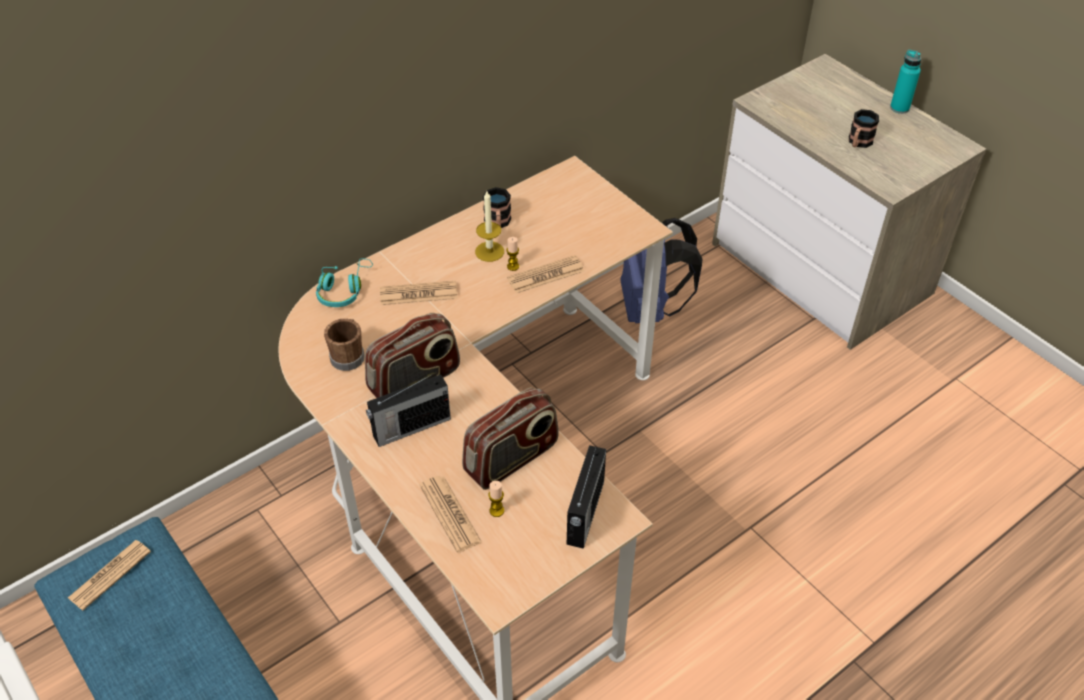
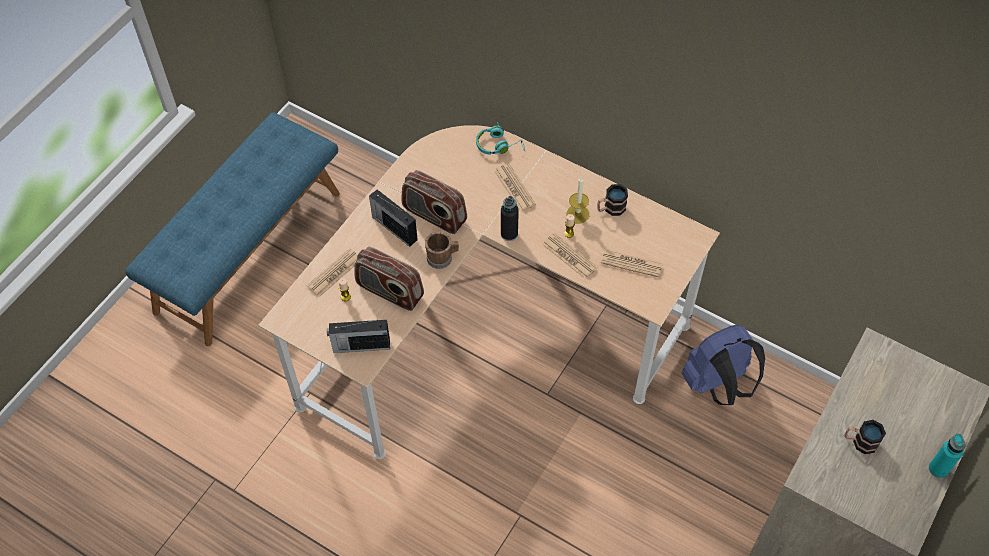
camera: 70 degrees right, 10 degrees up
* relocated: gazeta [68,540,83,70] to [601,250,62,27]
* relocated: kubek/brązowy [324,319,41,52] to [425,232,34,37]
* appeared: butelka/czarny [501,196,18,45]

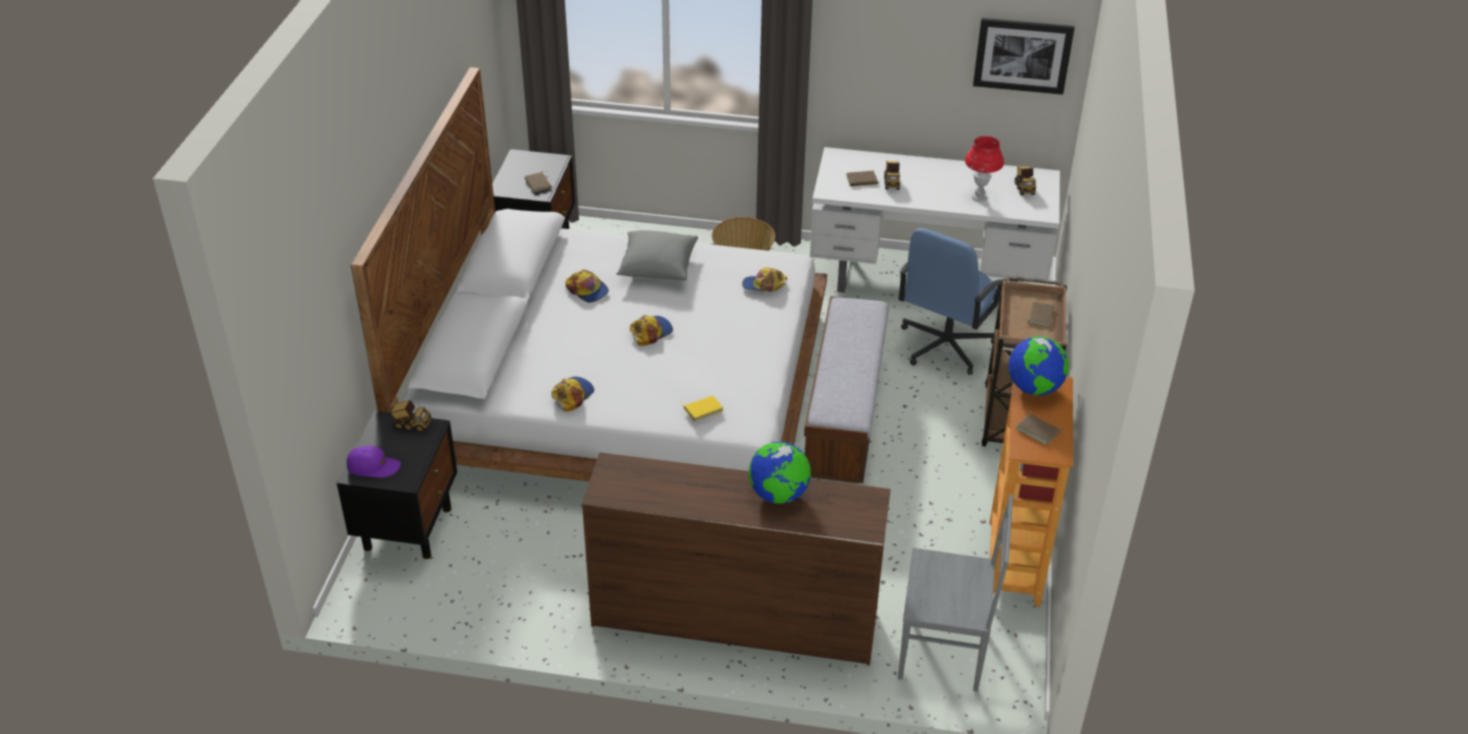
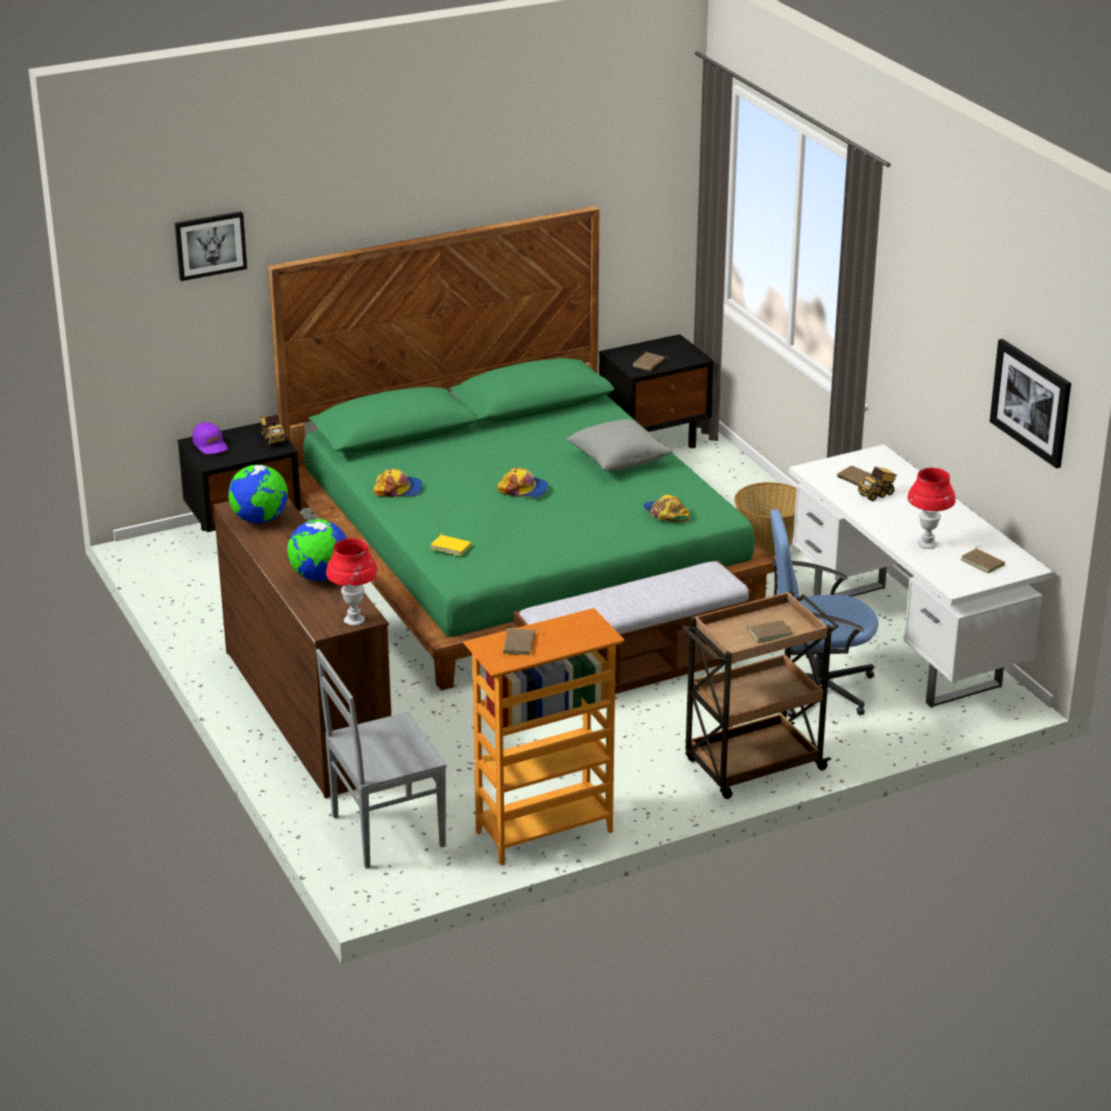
camera: 55 degrees right, 10 degrees down
* colour: łóżko/biały [351,67,476,415] to łóżko/zielony [268,206,509,485]
* missing: czapka z daszkiem [565,269,44,34]
* spun: krzesło/szary [898,494,115,198] = [316,649,131,220] 90 degrees clockwise
* relocated: globus [1009,336,60,60] to [228,465,60,59]
* exchanged: ciężarówka zabawkowa [1015,166,21,29] to książka/brązowy [961,546,44,27]
* appeared: obraz [175,211,72,70]
* appeared: lampa stołowa/czerwony [326,538,52,88]

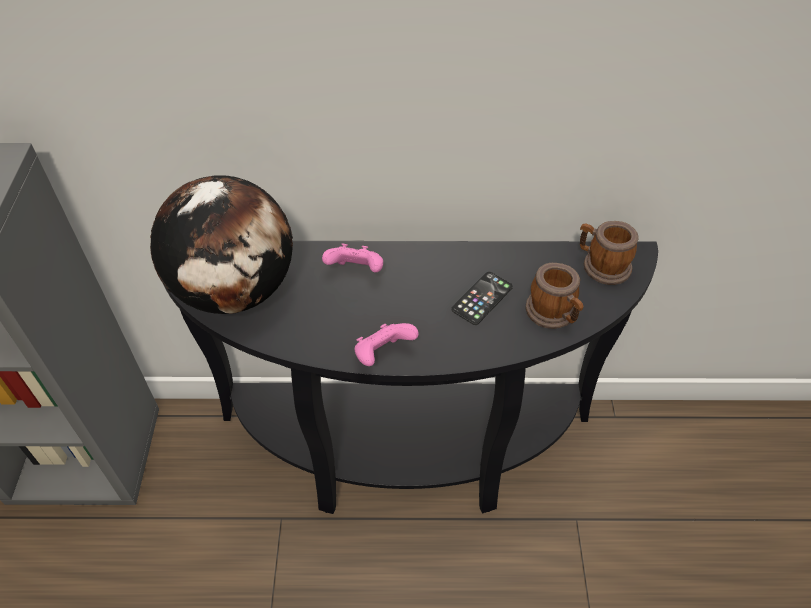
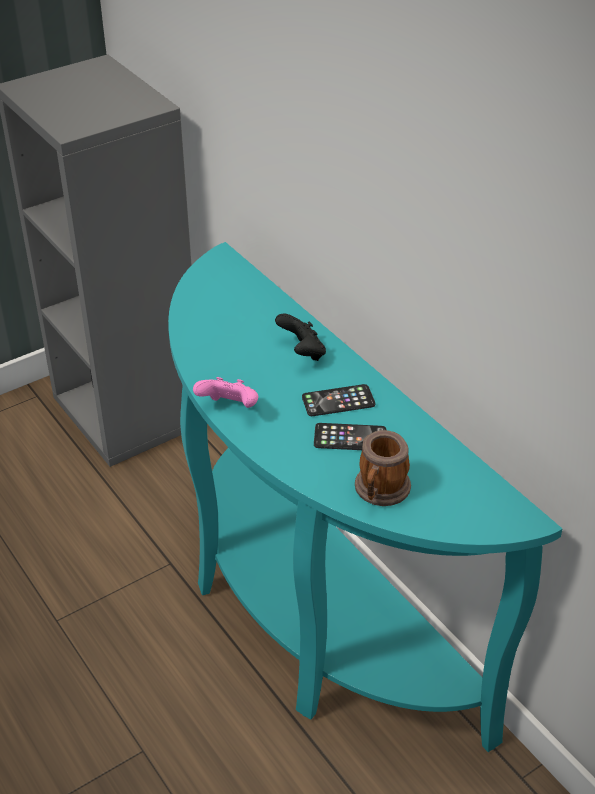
camera: 55 degrees right, 10 degrees down
* missing: globus [150,175,143,139]
* colour: stolik konsolowy/czarny [164,241,494,273] to stolik konsolowy/turkusowy [168,242,394,510]
* colour: pad do gier/różowy [322,244,61,29] to pad do gier/czarny [275,313,51,48]
* missing: kubek [580,221,59,64]
* appeared: telefon [302,384,73,32]

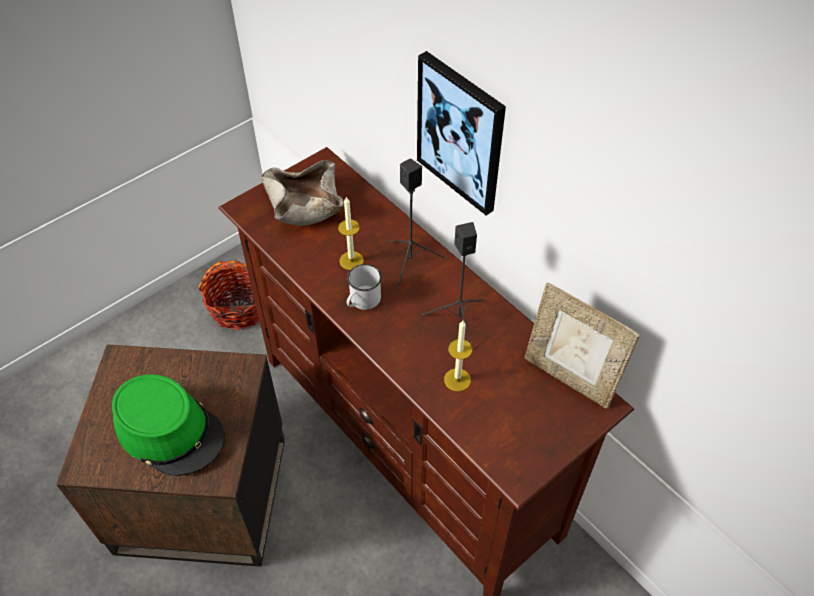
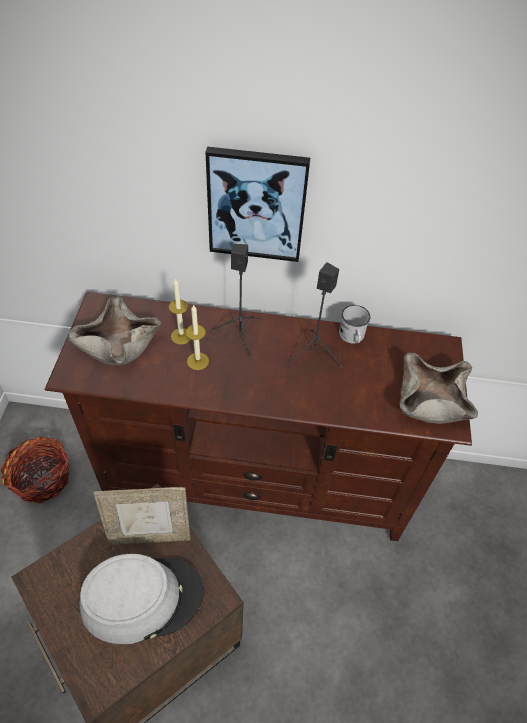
camera: 45 degrees left, 0 degrees up
* colour: kapelusz/zielony [112,374,113,102] to kapelusz/szary [80,553,124,91]
* relocated: kubek/biały [347,264,35,46] to [339,305,32,38]
* relocated: świeca [444,321,28,70] to [169,279,22,66]
* relocated: ramka na zdjęcie [524,282,116,127] to [94,487,96,58]
* appeared: miska/beżowy [399,353,79,71]

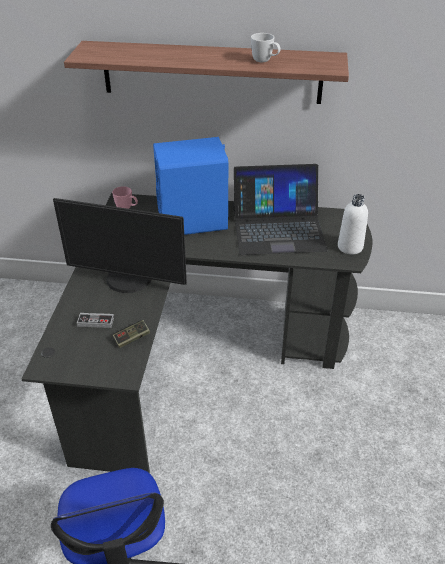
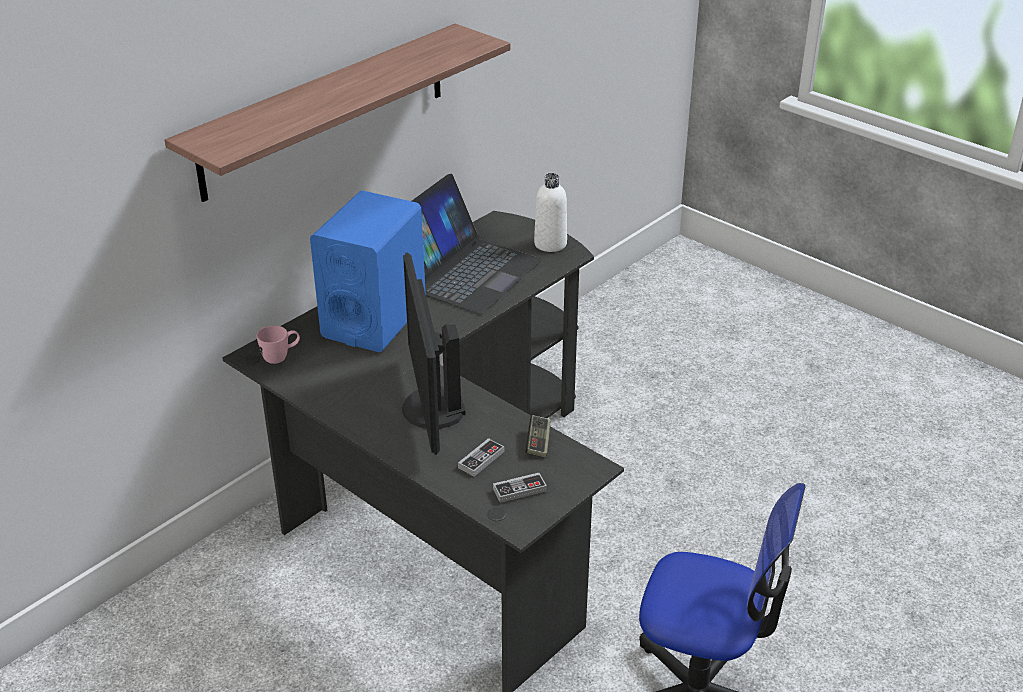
camera: 55 degrees left, 5 degrees down
* spun: monitor [53,198,134,95] = [402,253,63,202] 120 degrees clockwise
* missing: kubek/biały [251,33,30,29]
* appeared: pad do gier [493,473,54,30]

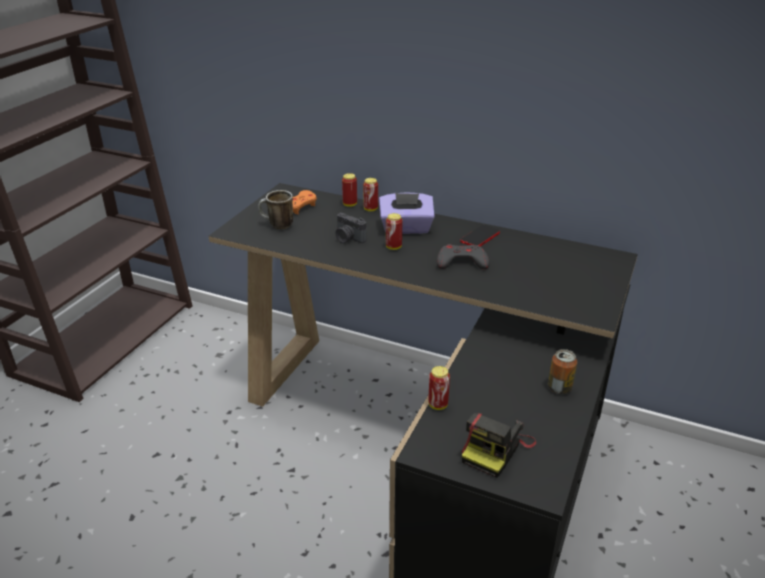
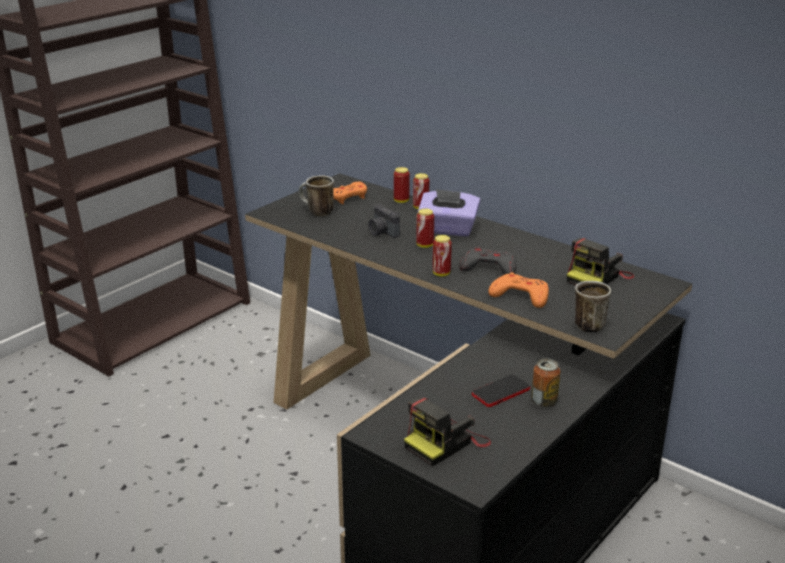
camera: 15 degrees right, 5 degrees down
* relocated: puszka [428,366,22,44] to [433,235,19,41]
* relocated: telefon [460,225,40,22] to [472,375,58,32]
* appeared: pad do gier/pomarańczowy [488,272,61,36]
* appeared: aparat fotograficzny [567,238,67,47]
* appeared: kubek [575,281,36,52]

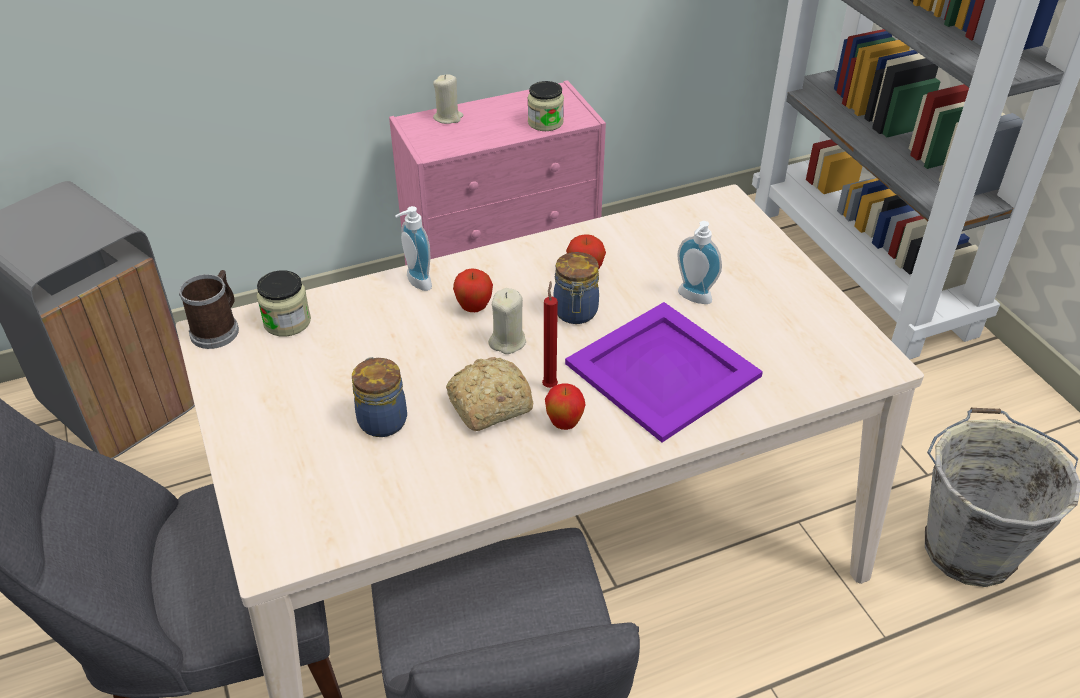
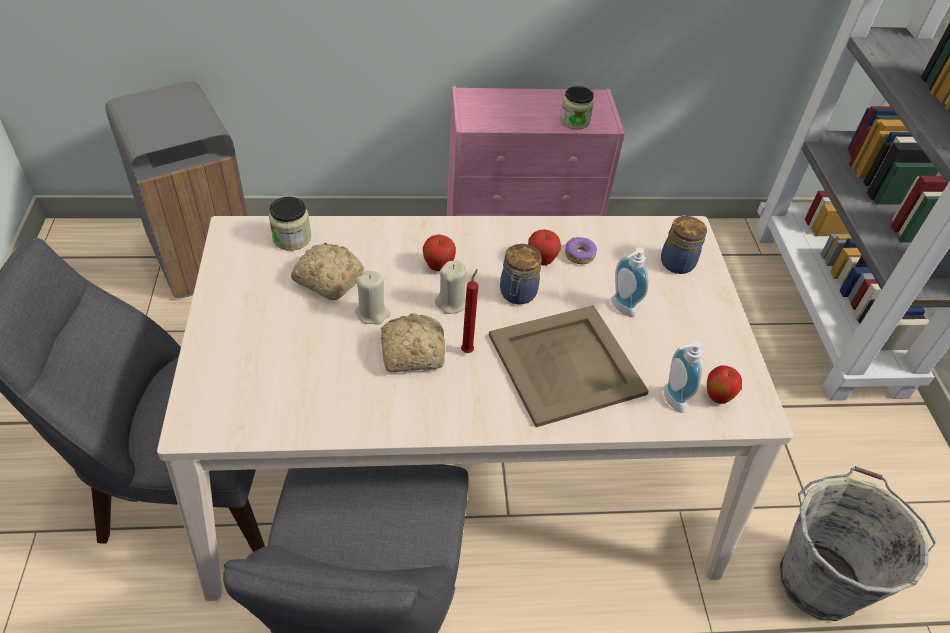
camera: 15 degrees right, 5 degrees up
* missing: kubek [179,270,60,79]
* relocated: słoik [352,357,55,80] to [661,215,46,59]
* relocated: dozownik mydła [395,206,37,85] to [663,340,39,73]
* relocated: świeca/beżowy [433,74,30,50] to [355,271,36,54]
* relocated: jabłko [545,383,40,47] to [707,366,35,38]
* colour: taca/fioletowy [565,302,198,140] to taca/beżowy [489,305,160,122]
* appeared: chleb [291,243,73,57]
* appeared: donut [565,237,32,27]

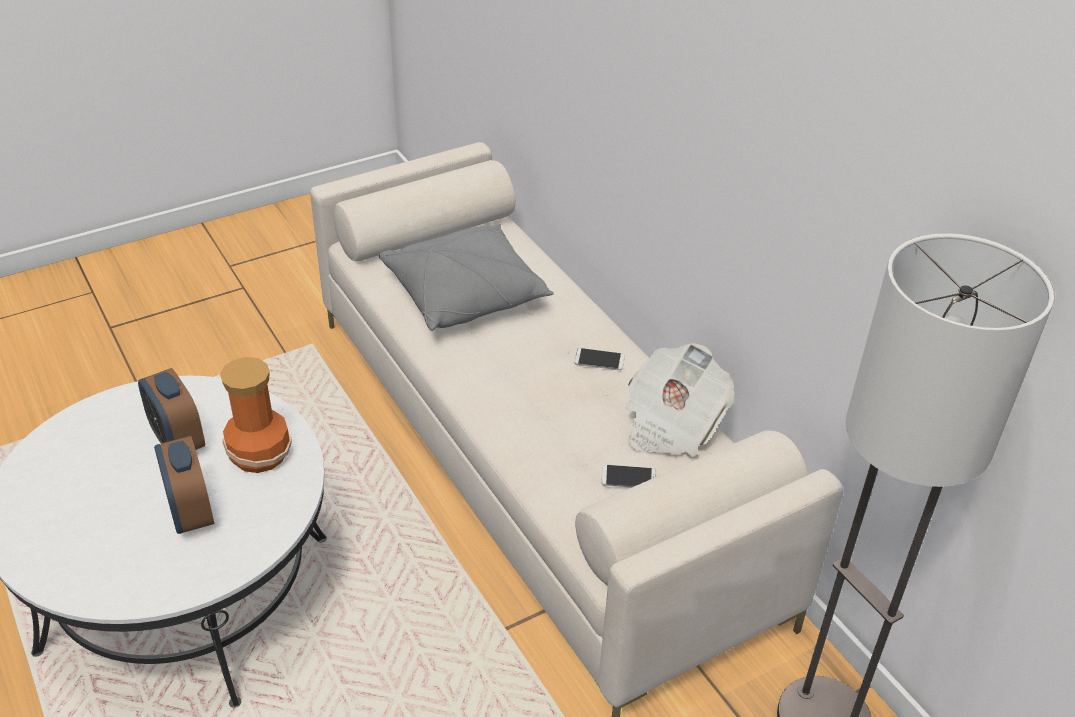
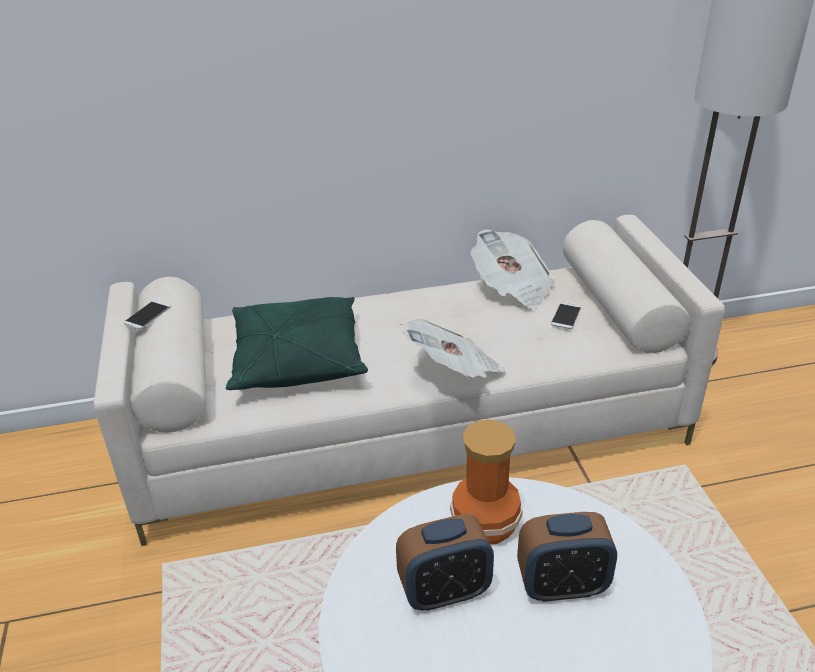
camera: 70 degrees left, 5 degrees down
* colour: poduszka/szary [379,224,175,107] to poduszka/zielony [226,297,142,93]
* relocated: telefon [574,348,51,22] to [123,300,48,29]
* appeared: gazeta [403,319,102,59]

